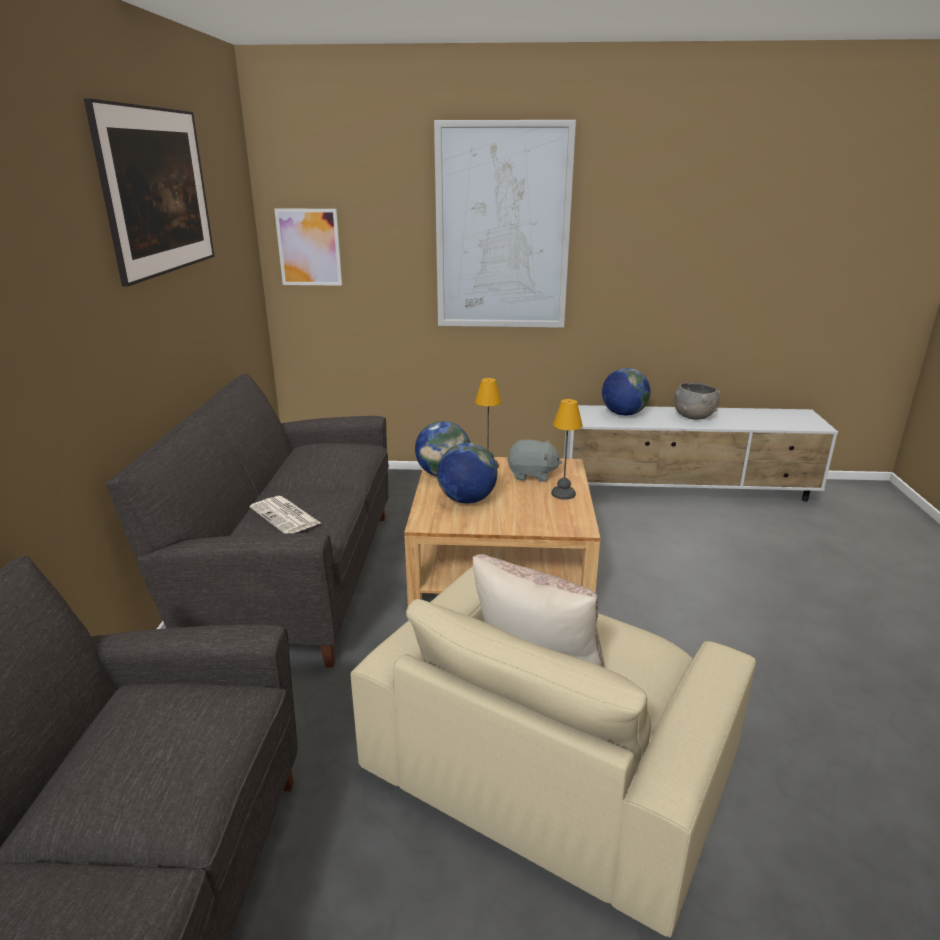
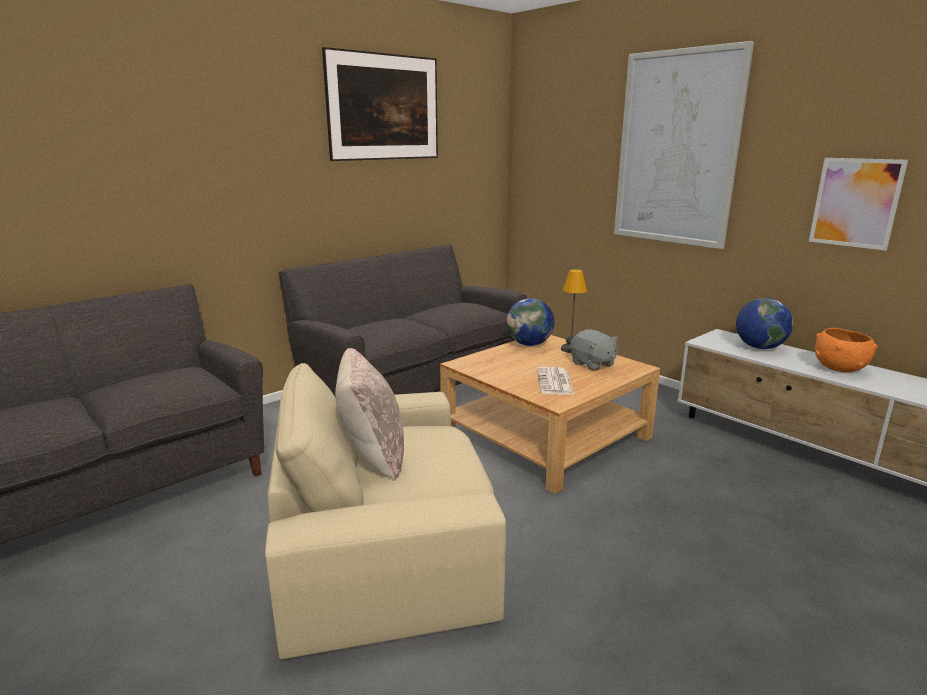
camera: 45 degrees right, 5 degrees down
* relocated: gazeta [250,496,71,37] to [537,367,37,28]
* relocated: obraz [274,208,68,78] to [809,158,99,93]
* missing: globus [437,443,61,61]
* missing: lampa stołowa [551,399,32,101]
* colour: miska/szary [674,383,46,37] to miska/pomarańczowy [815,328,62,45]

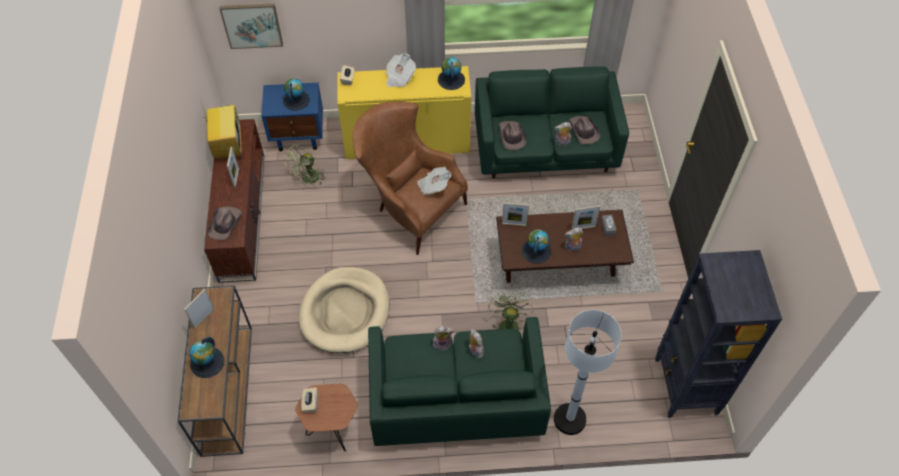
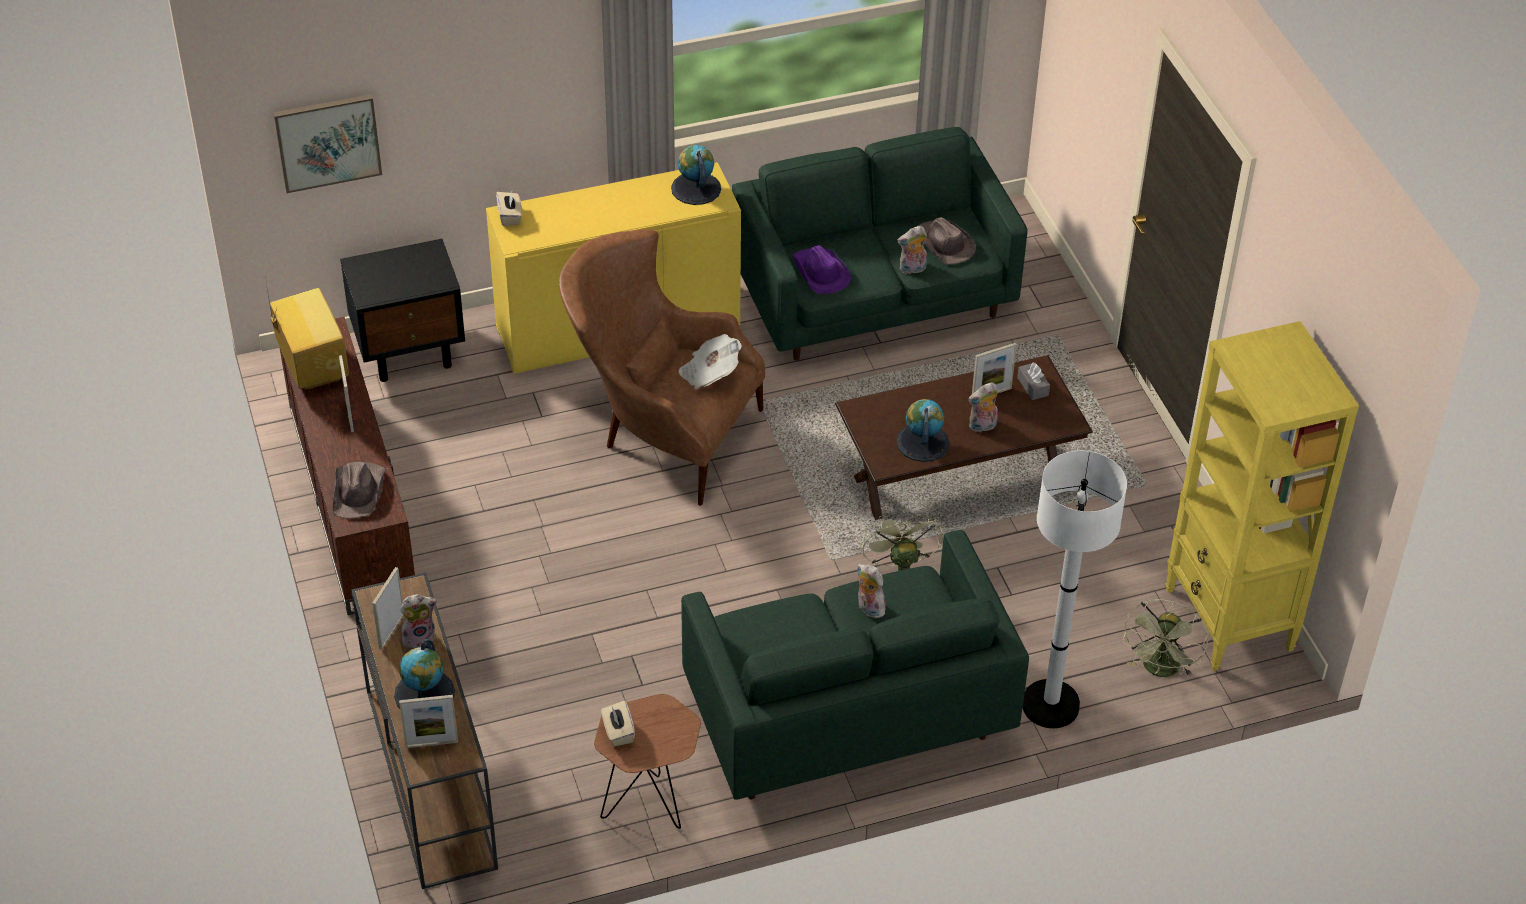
camera: 15 degrees left, 10 degrees down
* colour: szafka nocna/niebieski [261,83,62,68] to szafka nocna/czarny [340,239,125,143]
* missing: globus [283,78,27,32]
* relocated: wentylator/zielony [284,145,42,40] to [1122,599,86,78]
* missing: legowisko/beżowy [299,267,91,86]
* missing: gazeta [385,53,31,34]
* relocated: pluszak [433,326,21,25] to [400,594,37,54]
* colour: kapelusz/brązowy [499,121,28,29] to kapelusz/fioletowy [792,245,59,49]
* relocated: ramka na zdjęcie [502,202,27,24] to [399,695,59,53]
* colour: regał/czarny [655,250,127,168] to regał/żółty [1165,321,194,350]

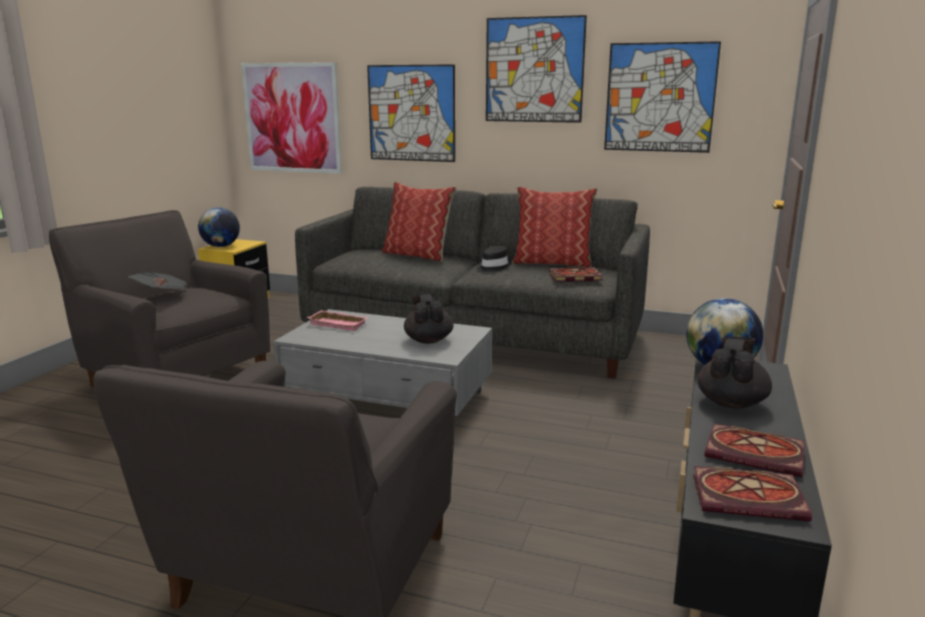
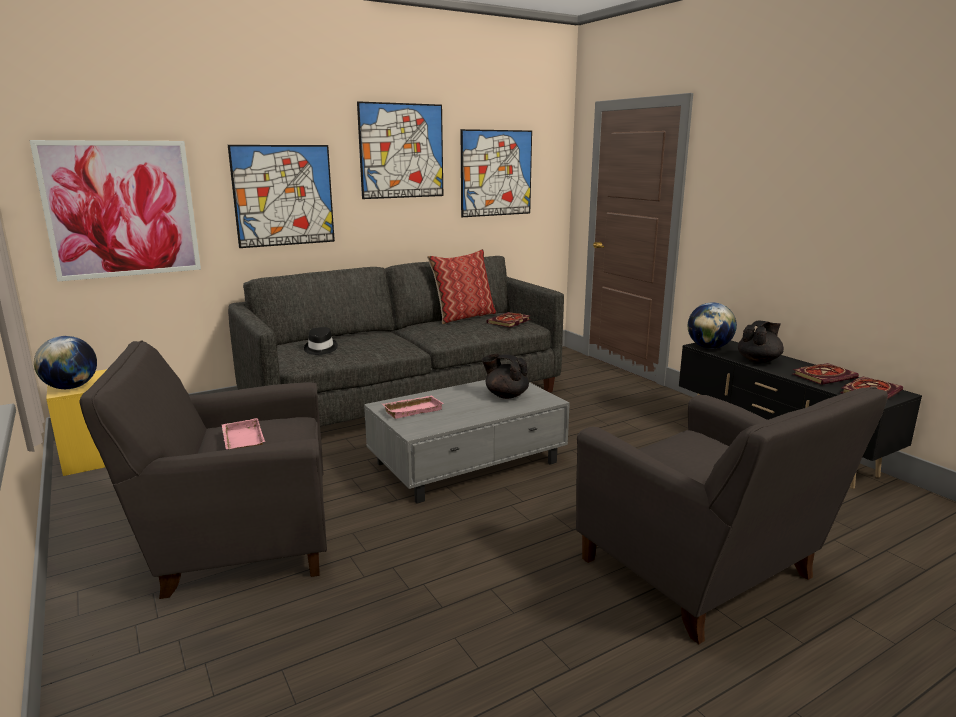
camera: 50 degrees left, 0 degrees up
* exchanged: gazeta [128,272,60,17] to taca/różowy [222,418,43,31]
* missing: poduszka [382,182,74,80]
* relocated: kapelusz/czarny [477,246,35,26] to [304,327,34,28]
* spun: imbryk/czarny [698,337,74,71] = [738,321,46,42] 75 degrees clockwise

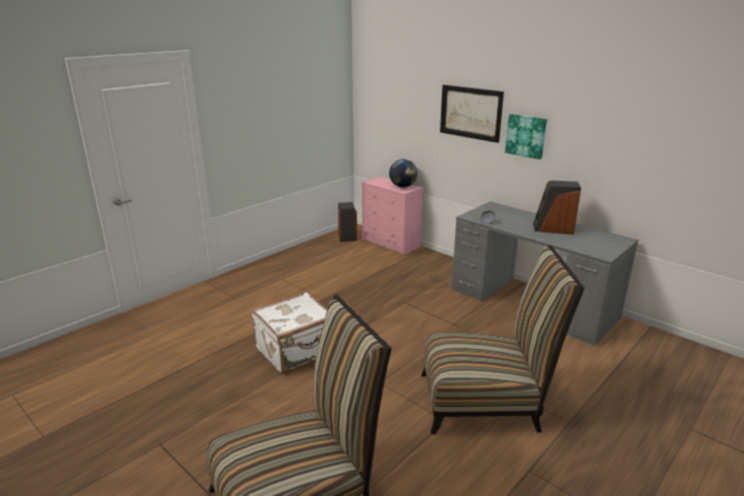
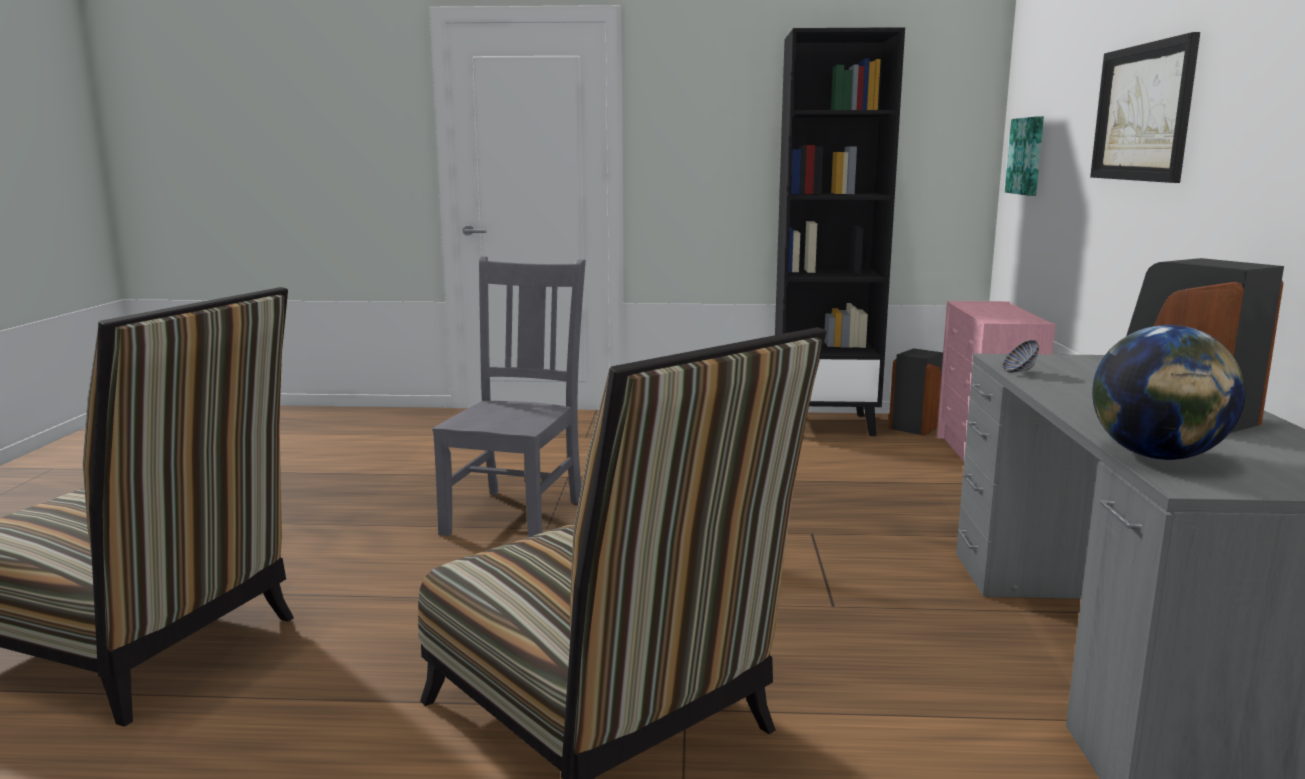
camera: 50 degrees right, 10 degrees down
* exchanged: walizka/biały [251,292,76,81] to krzesło/szary [432,256,154,281]
* relocated: globus [389,159,28,29] to [1092,325,153,135]
* relocated: obraz [505,114,42,45] to [1005,117,39,79]
* appeared: regał/czarny [775,27,130,409]

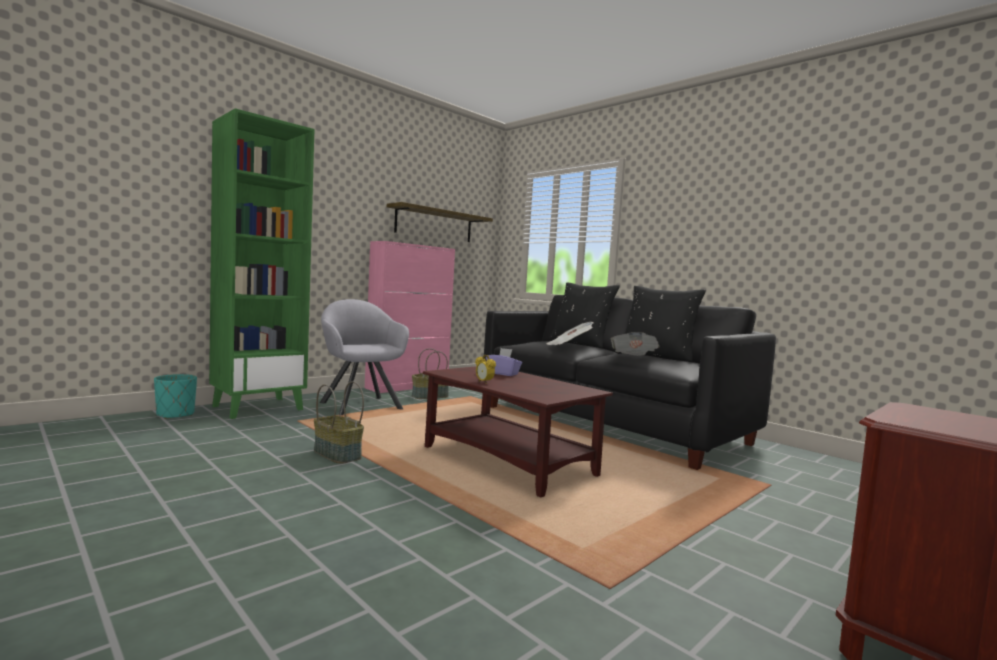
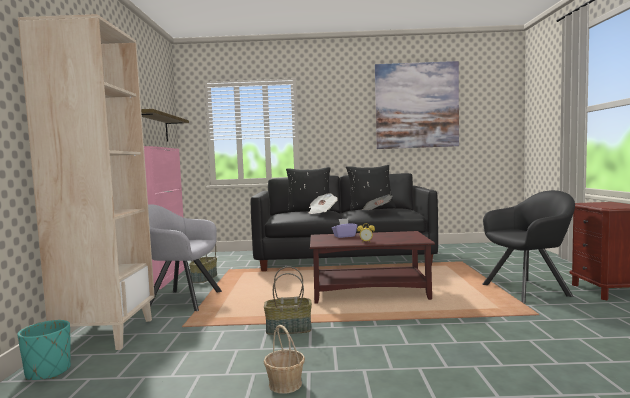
camera: 45 degrees left, 0 degrees up
* colour: regał/zielony [209,108,106,311] to regał/beżowy [18,14,137,336]
* appeared: koszyk [264,325,41,69]
* appeared: obraz [375,61,84,88]
* appeared: fotel/czarny [482,190,93,113]

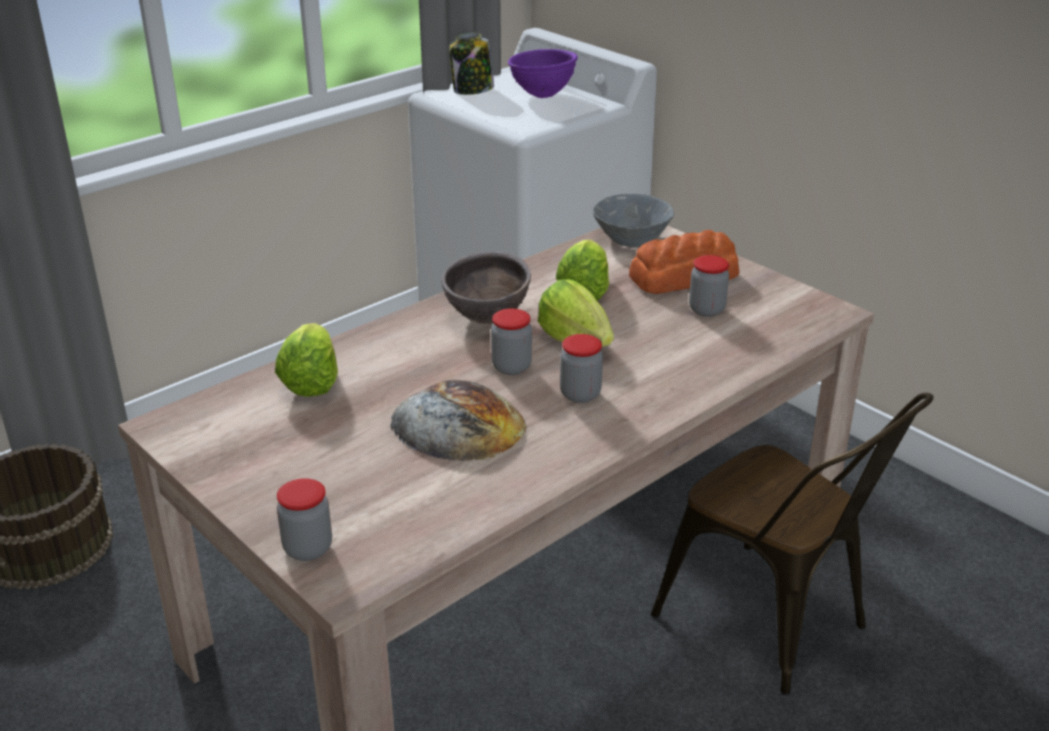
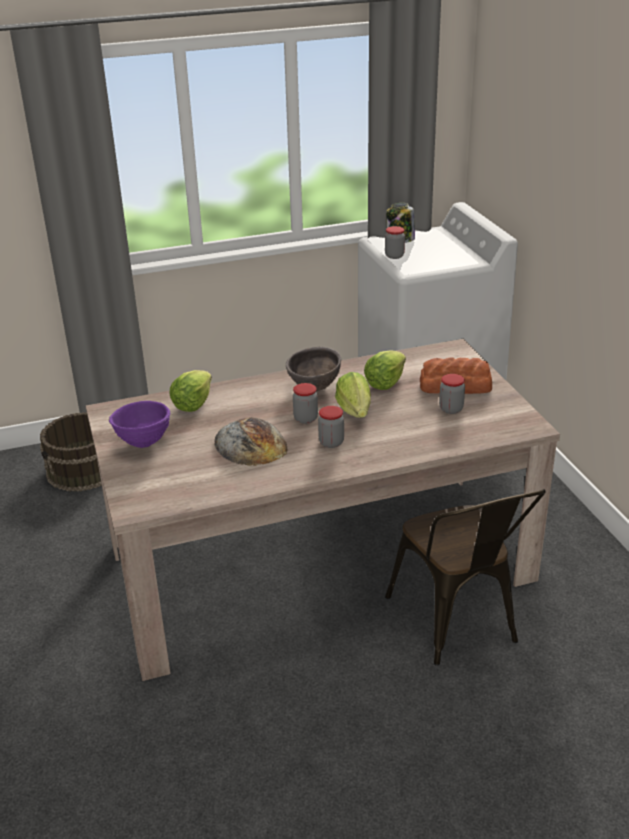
camera: 25 degrees right, 0 degrees up
* relocated: słoik [277,478,55,83] to [385,226,20,33]
* relocated: miska/fioletowy [508,49,70,49] to [109,401,61,47]
* missing: miska/szary [593,194,81,53]

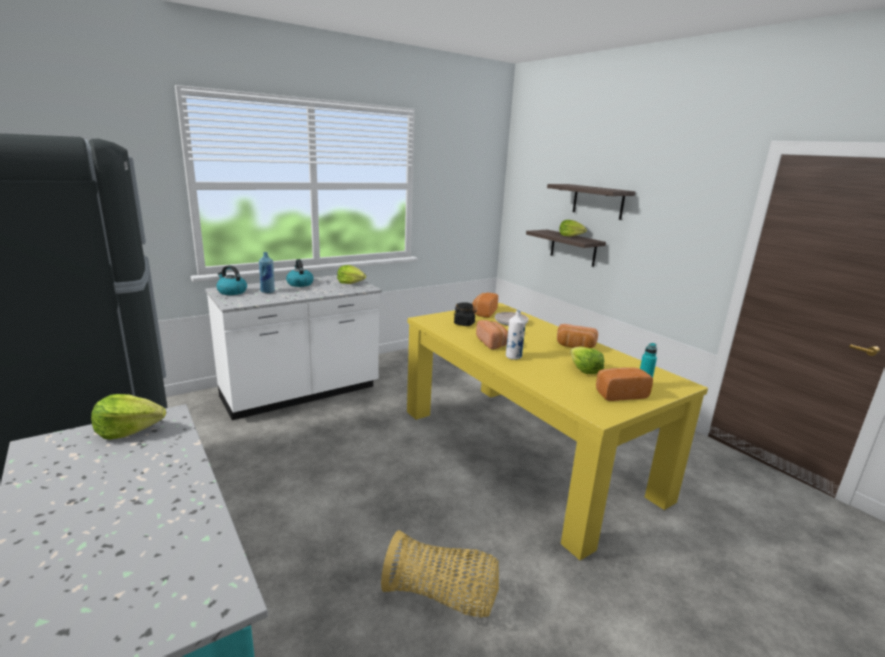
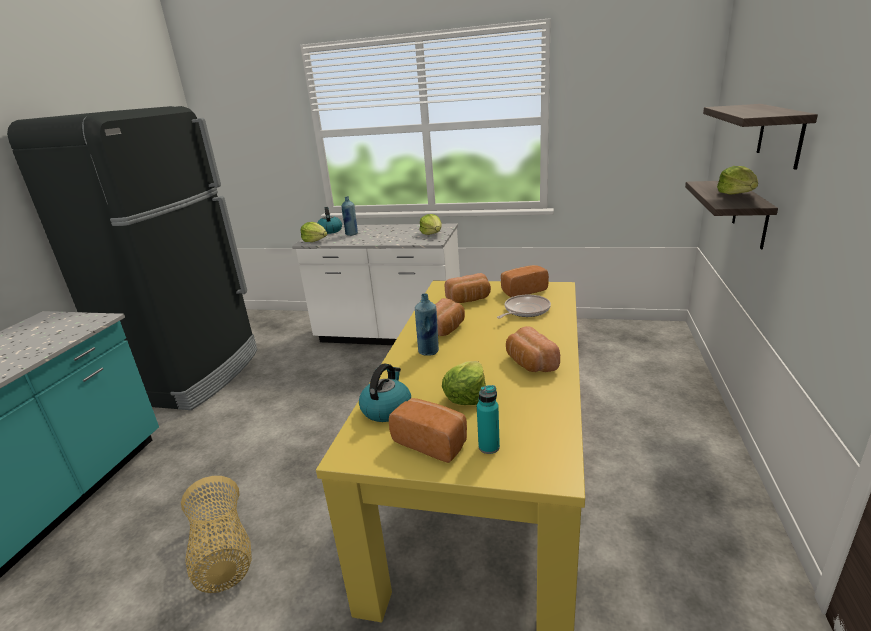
camera: 50 degrees right, 5 degrees up
* relocated: sałata [91,394,75,45] to [300,222,27,20]
* relocated: czajnik [286,259,28,28] to [359,364,52,58]
* exchanged: słoik/czarny [454,302,23,24] to chleb [445,273,46,30]
* colour: butelka/biały [506,310,20,50] to butelka/niebieski [415,293,24,63]

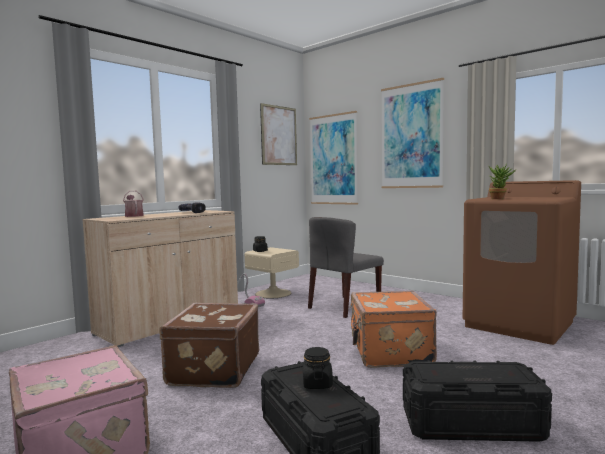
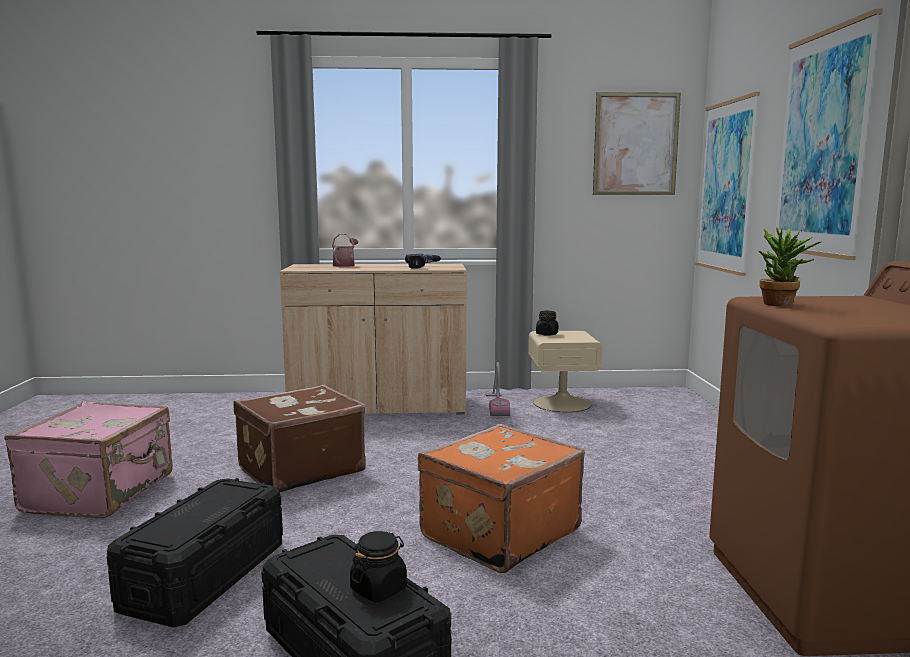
camera: 45 degrees right, 5 degrees up
* relocated: słoik/czarny [303,347,30,42] to [350,531,57,71]
* missing: krzesło/szary [308,217,76,101]

